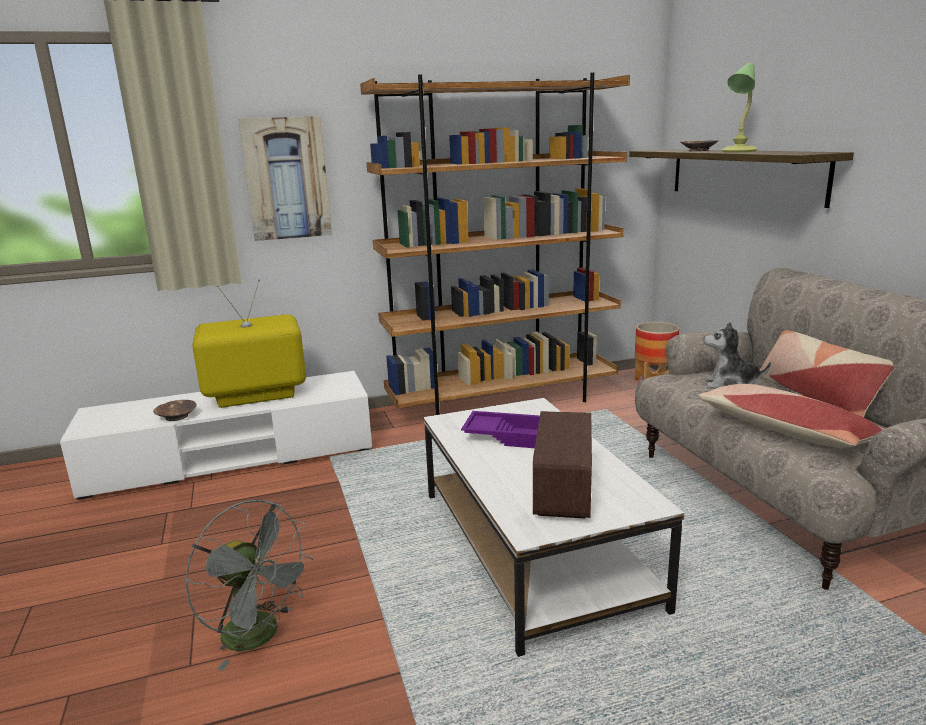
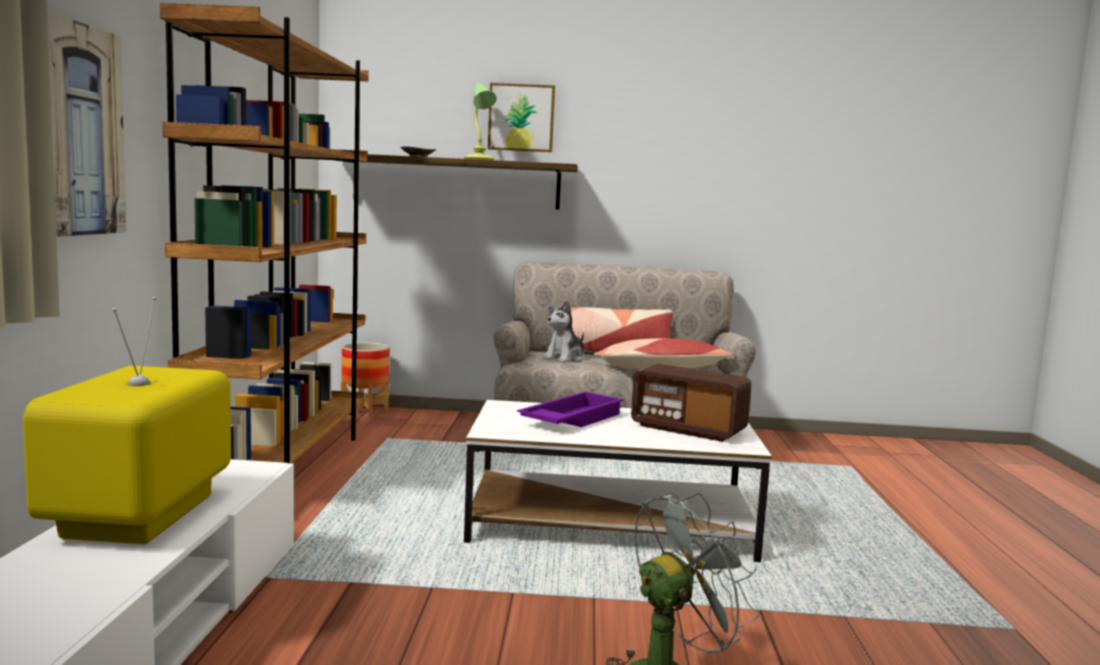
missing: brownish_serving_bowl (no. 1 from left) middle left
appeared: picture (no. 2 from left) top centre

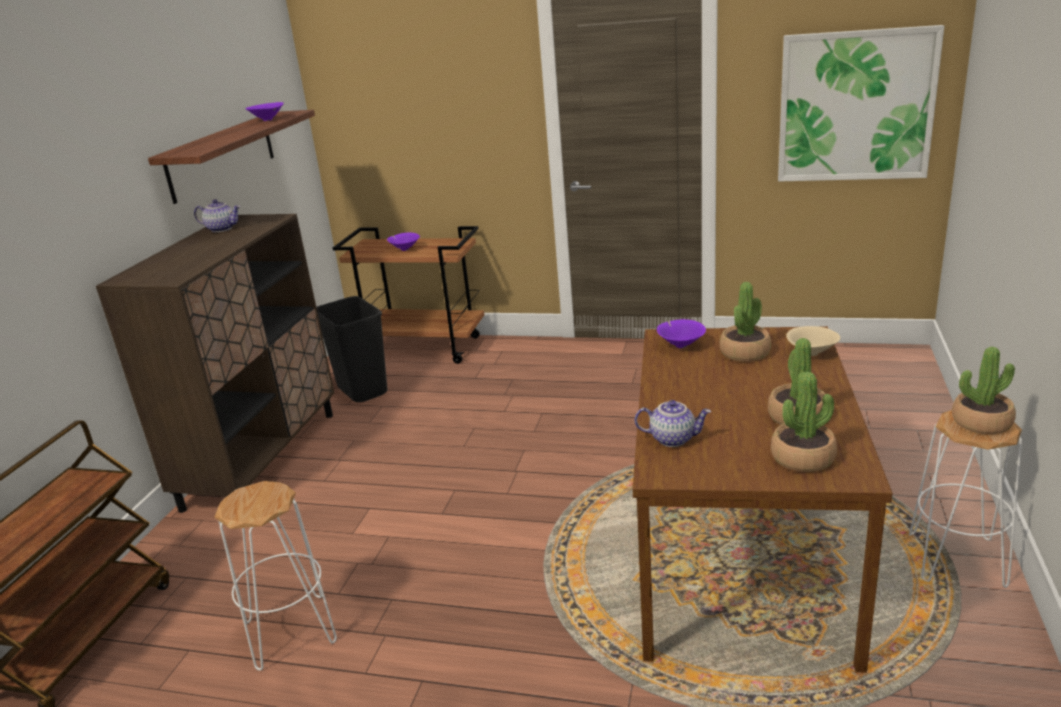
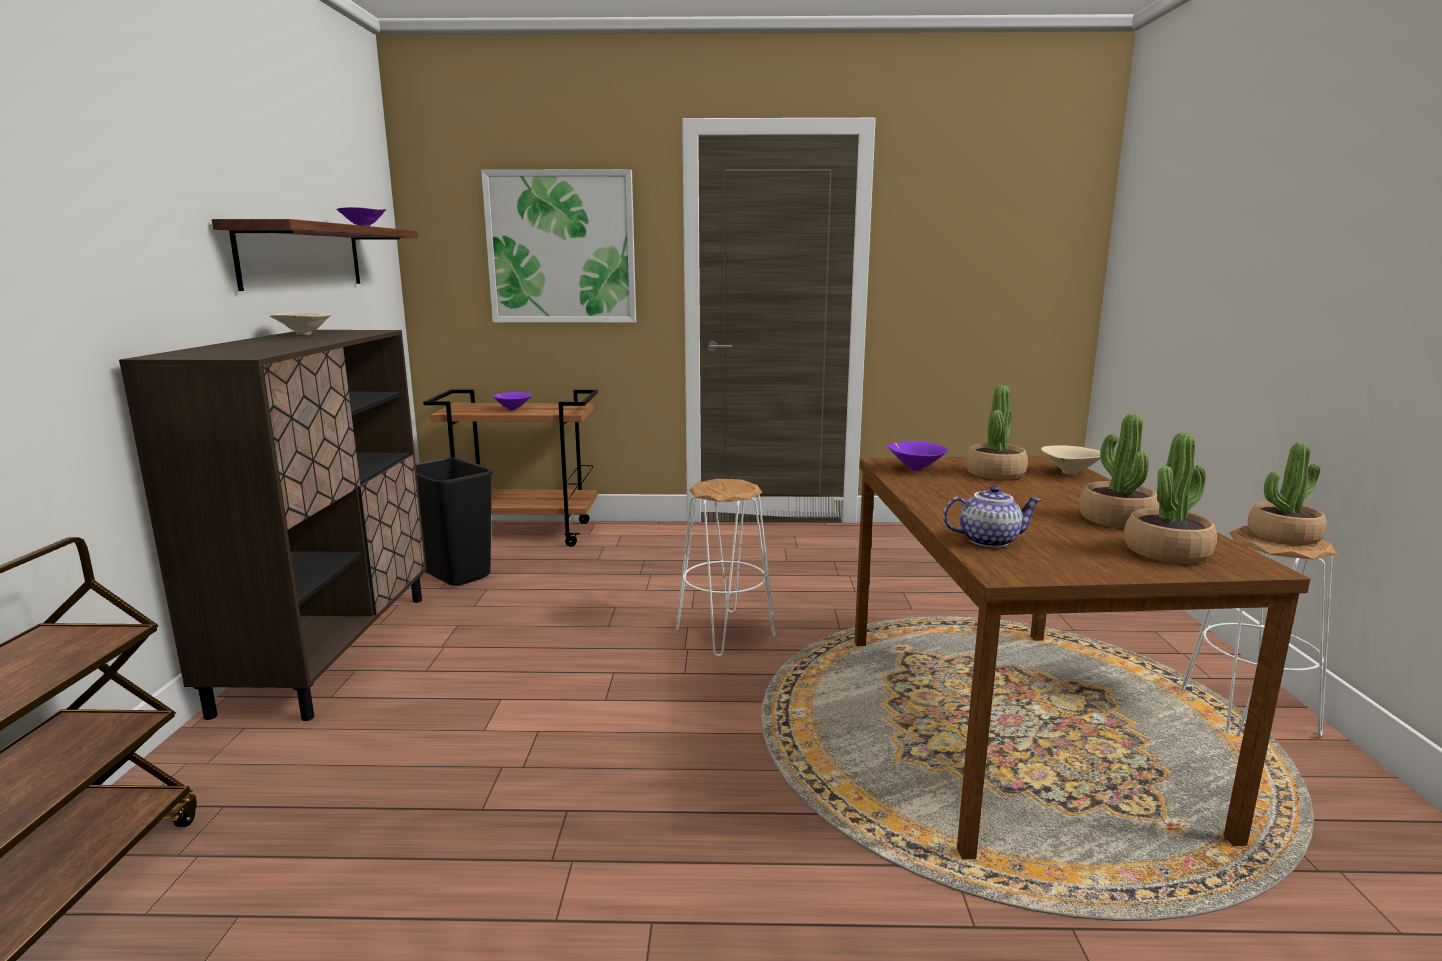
relocated: picture top right to top centre; whitish_stool (no. 1 from left) bottom left to centre
exchanged: teapot (no. 1 from left) top left to beige_serving_bowl (no. 1 from left) middle left

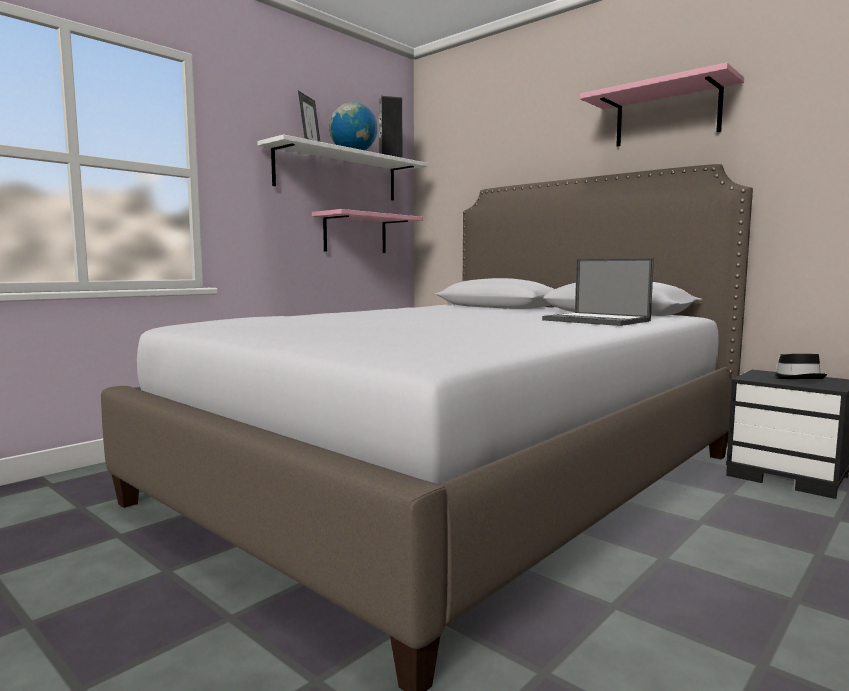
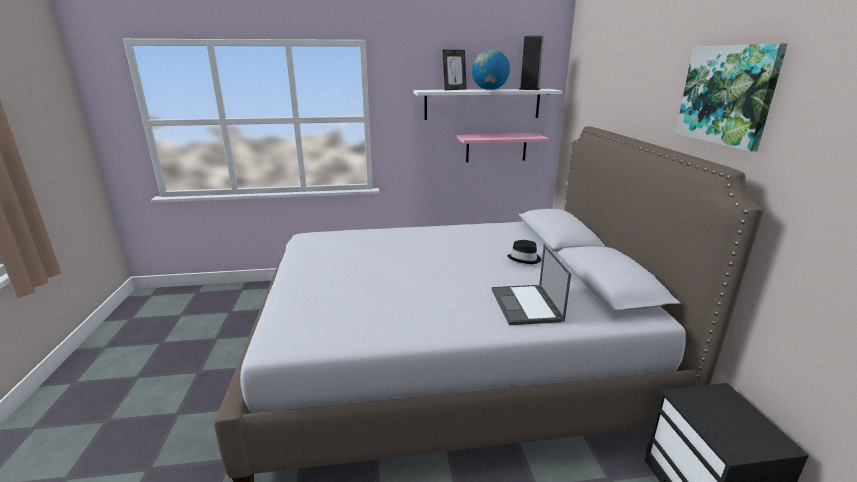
relocated: black-coloured_hat middle right to centre
exchanged: pink_bracket_shelf (no. 2 from left) top right to picture top right

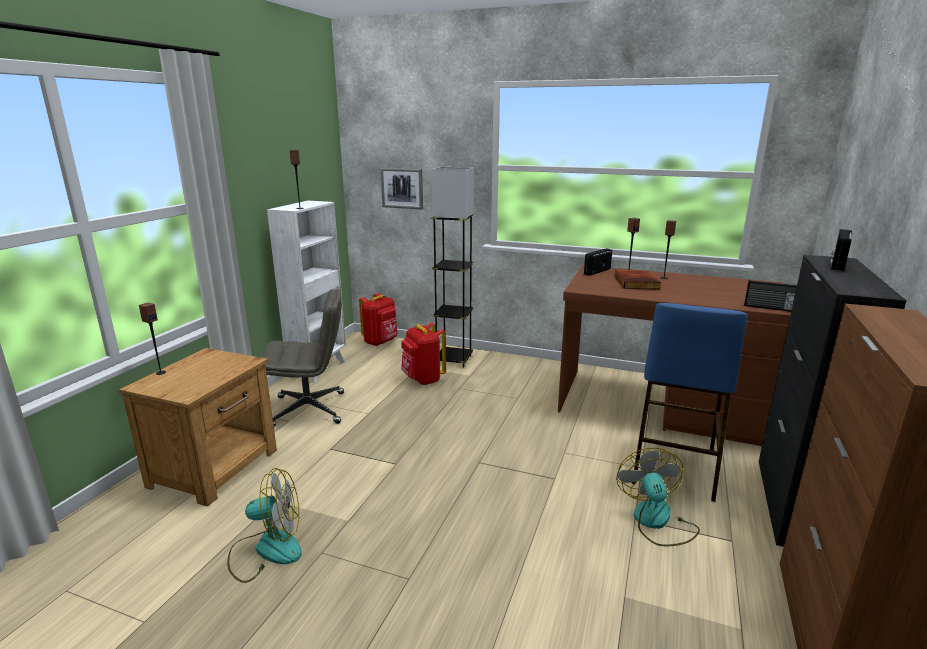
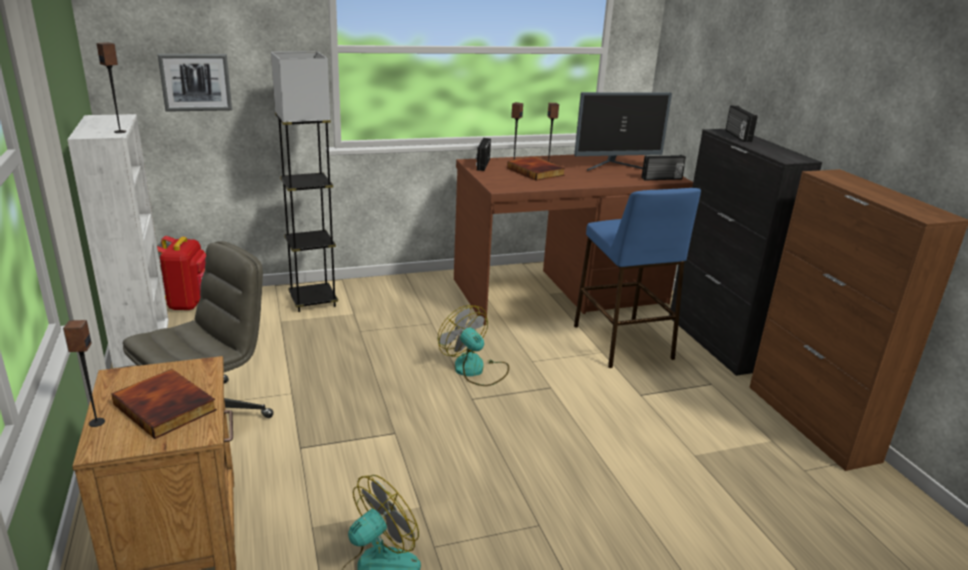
missing: red_backpack (no. 2 from left) centre
appeared: computer_display top centre; volume (no. 1 from left) bottom left
relocated: fan (no. 2 from left) bottom right to centre

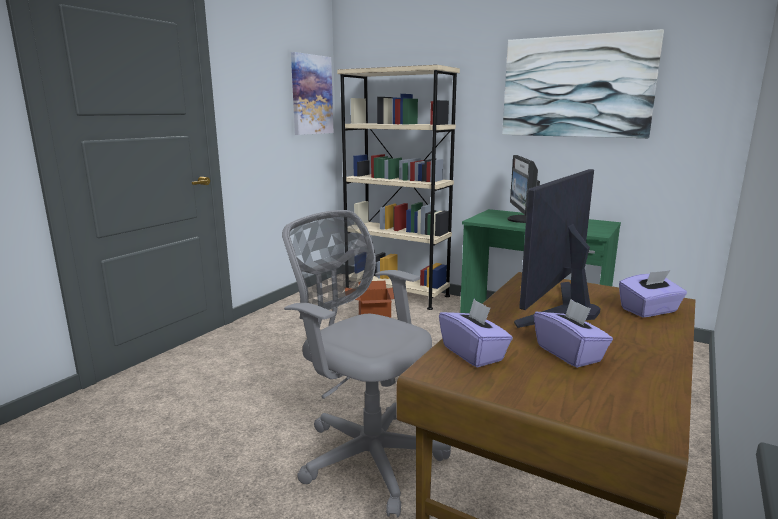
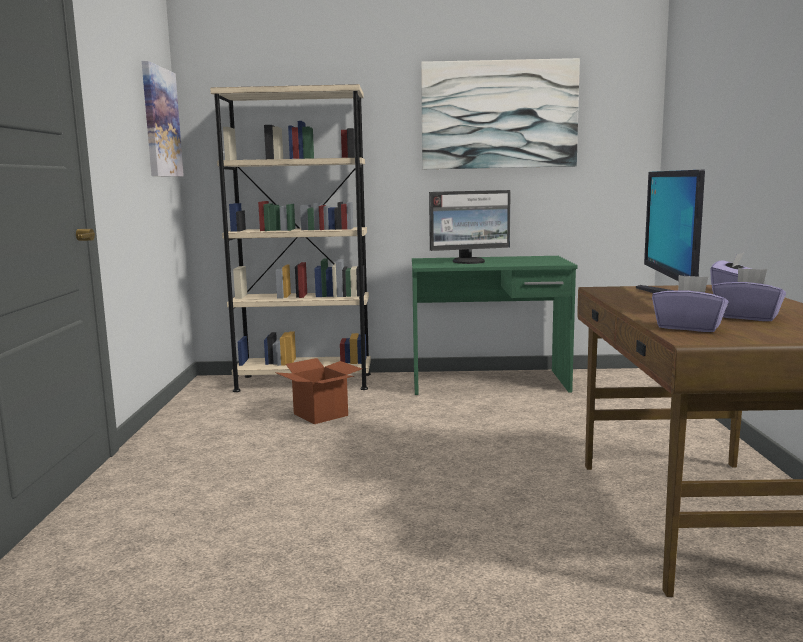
missing: grey_desk_chair bottom centre
spun: computer_display (no. 1 from left) middle right = centre 75 degrees counterclockwise

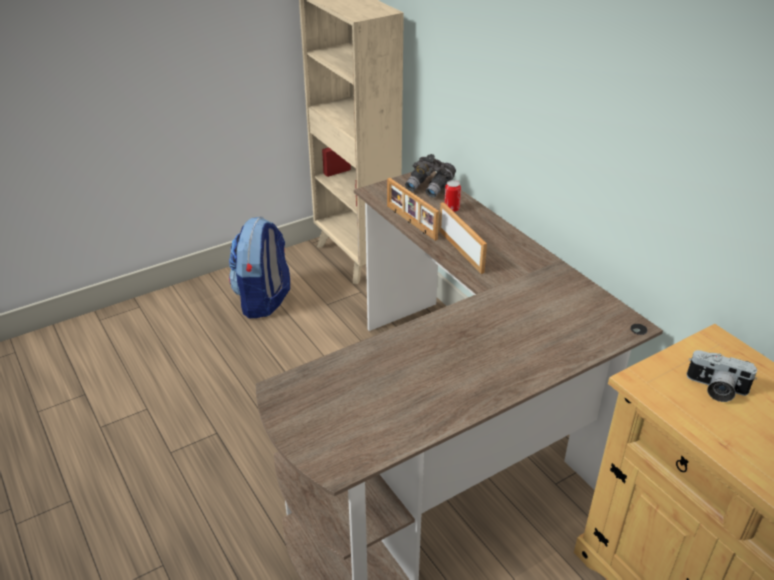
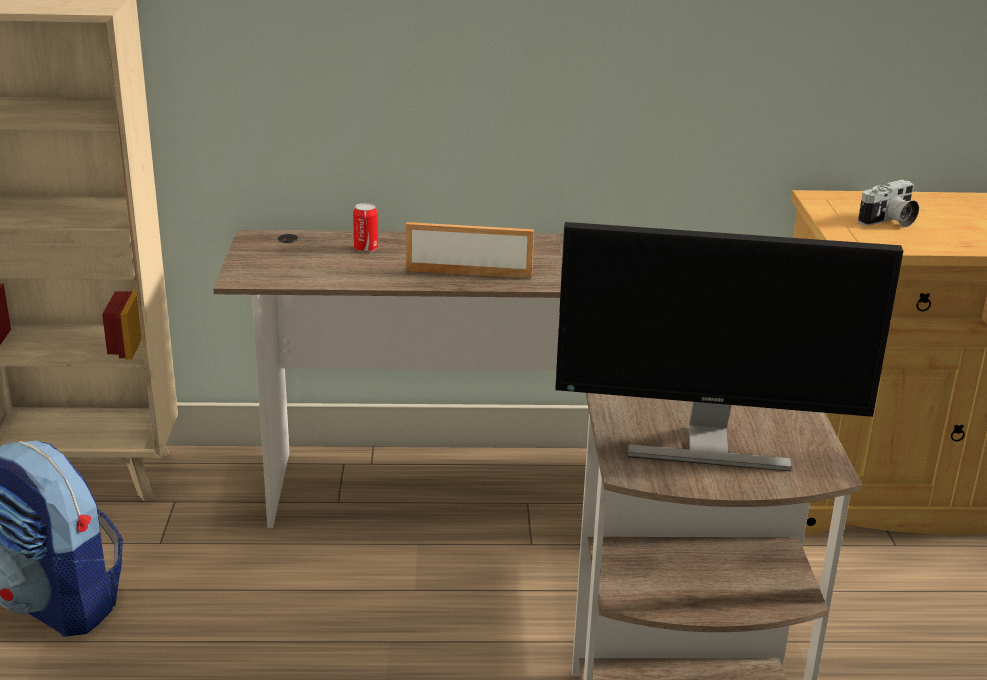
missing: grey_pair_of_binoculars top centre; standing_frame (no. 1 from left) centre
appeared: computer_display middle right

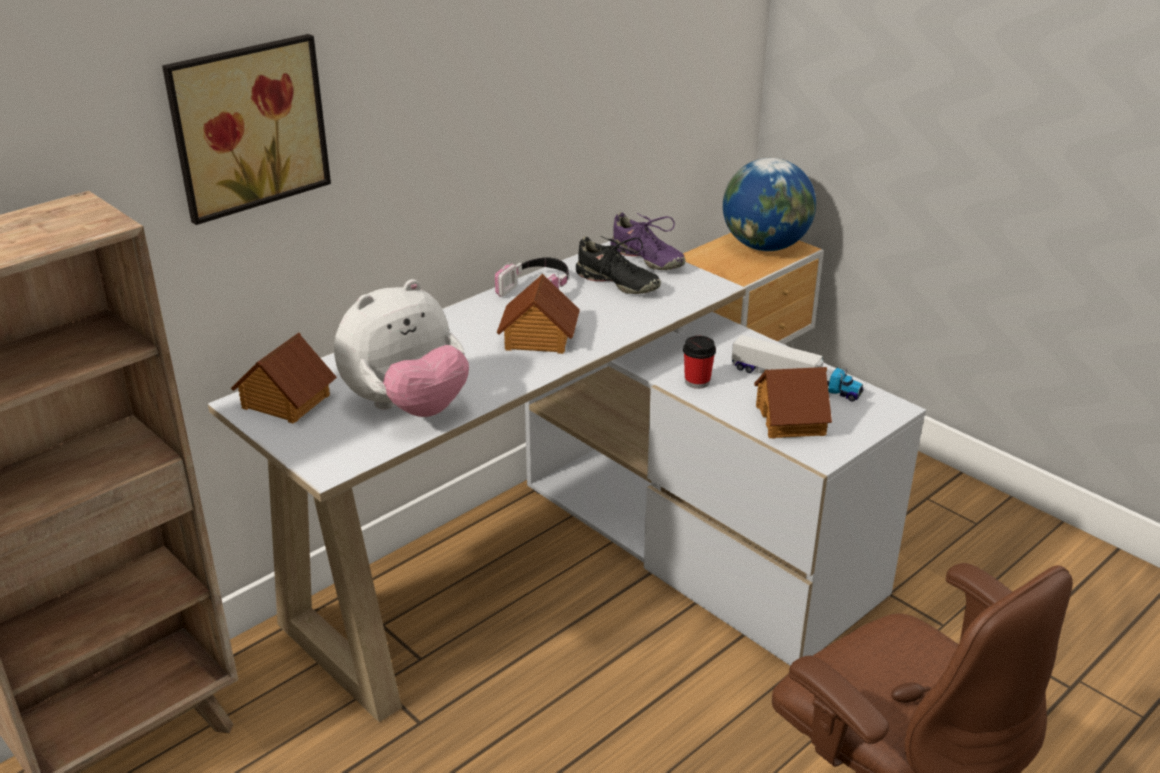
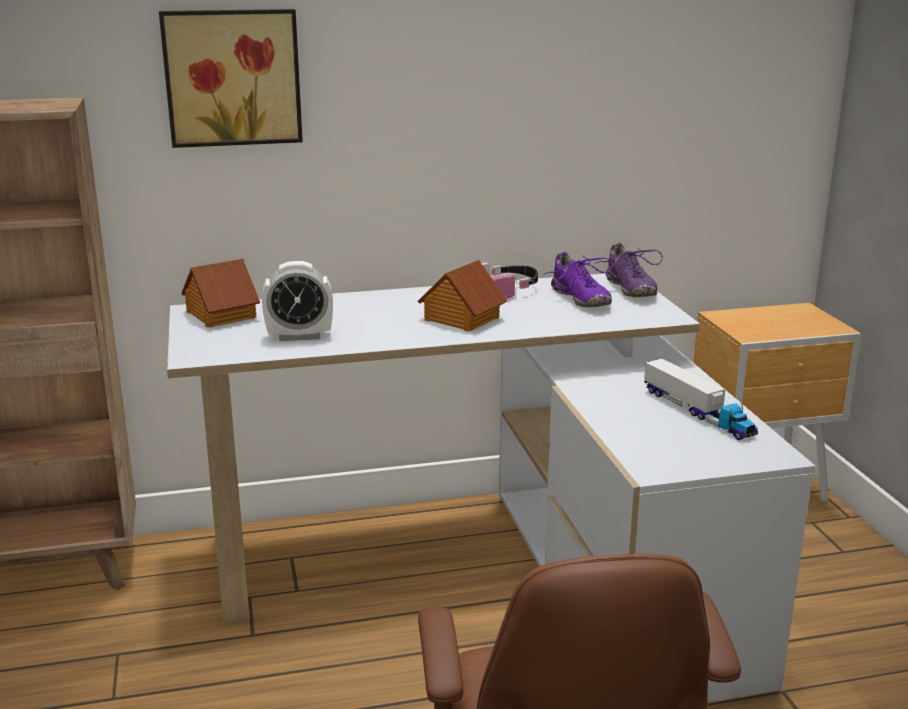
missing: globe top centre; cup centre; miniature_house (no. 3 from left) middle right
exchanged: soft_toy centre to alarm_clock middle left
colour: black-coloured_item_of_footwear centre to purple_item_of_footwear (no. 1 from left) centre

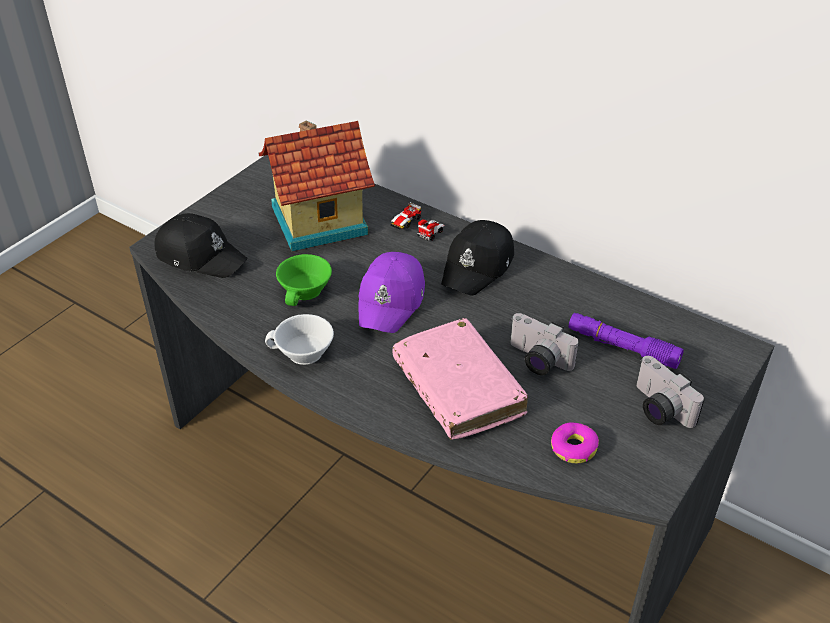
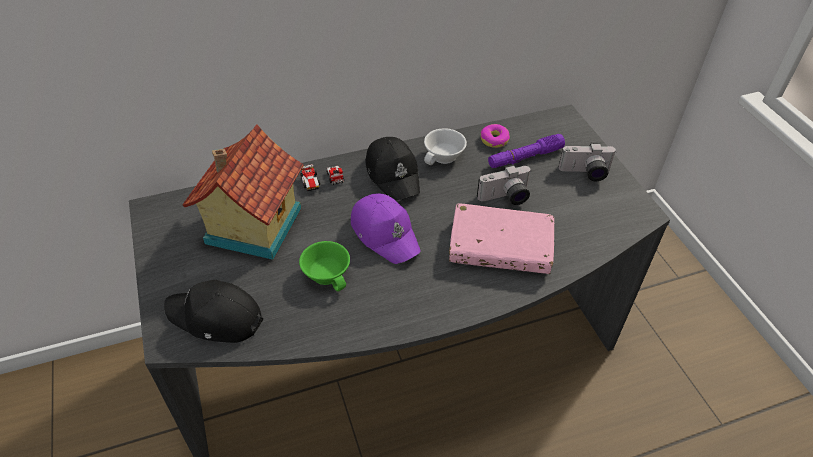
relocated: whitish_cup centre to top centre; ring_doughnut bottom right to top centre
spun: black-coloured_cap (no. 1 from left) middle left = bottom left 135 degrees counterclockwise

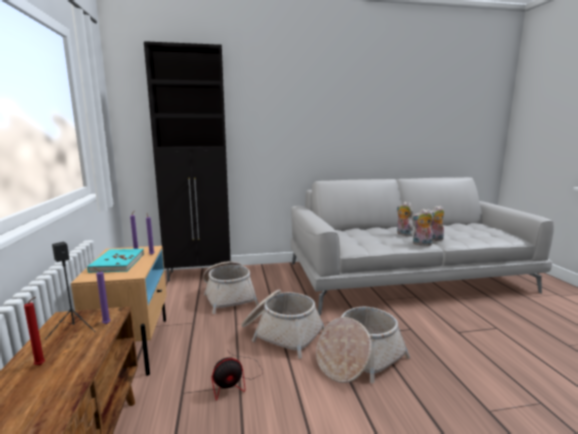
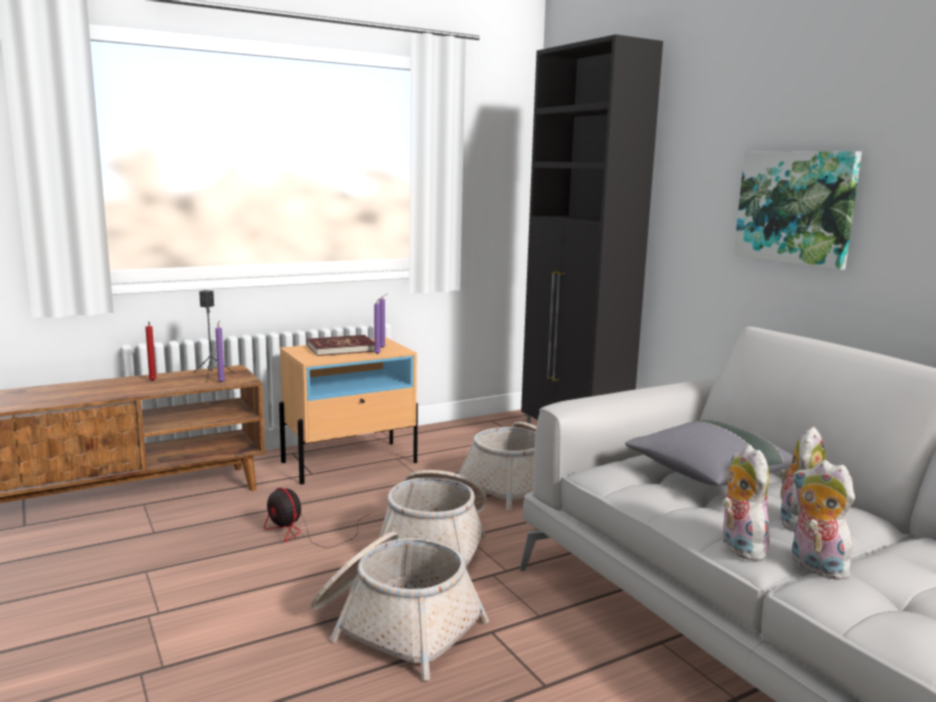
appeared: picture top right; grey_throw_pillow middle right
colour: turquoise-coloured_volume middle left to red_volume centre

